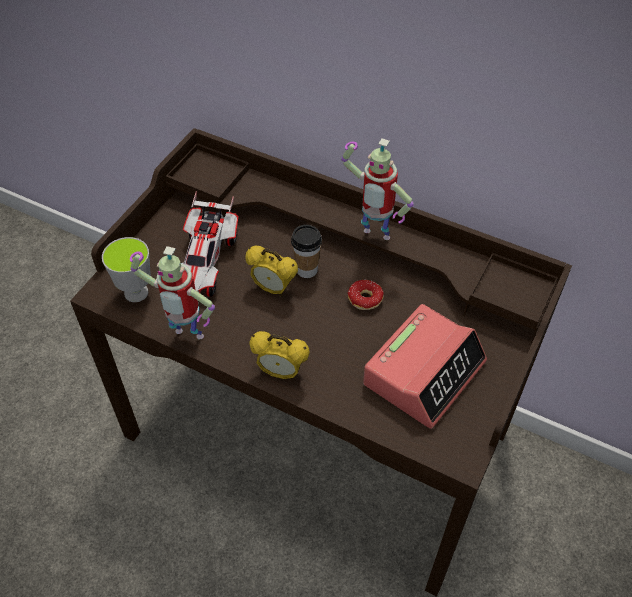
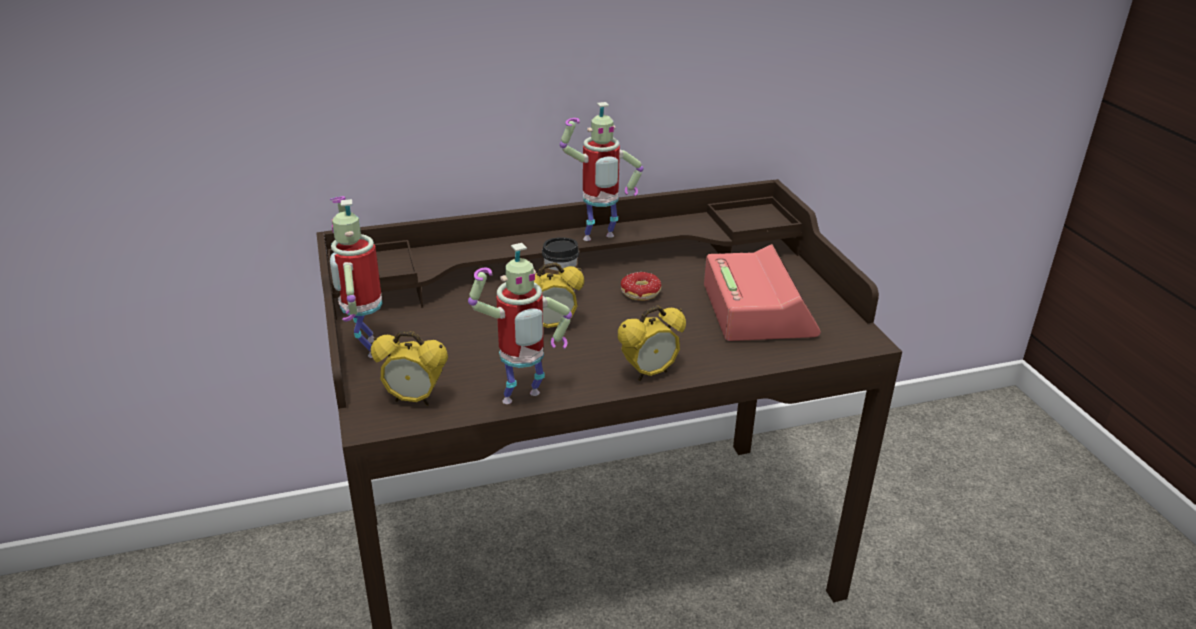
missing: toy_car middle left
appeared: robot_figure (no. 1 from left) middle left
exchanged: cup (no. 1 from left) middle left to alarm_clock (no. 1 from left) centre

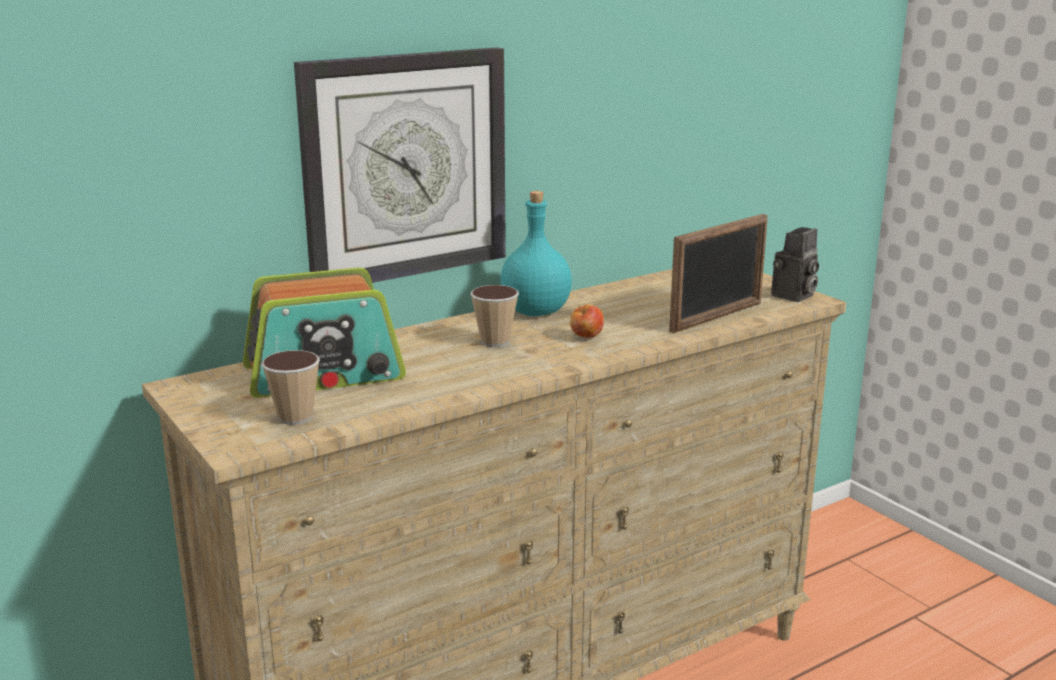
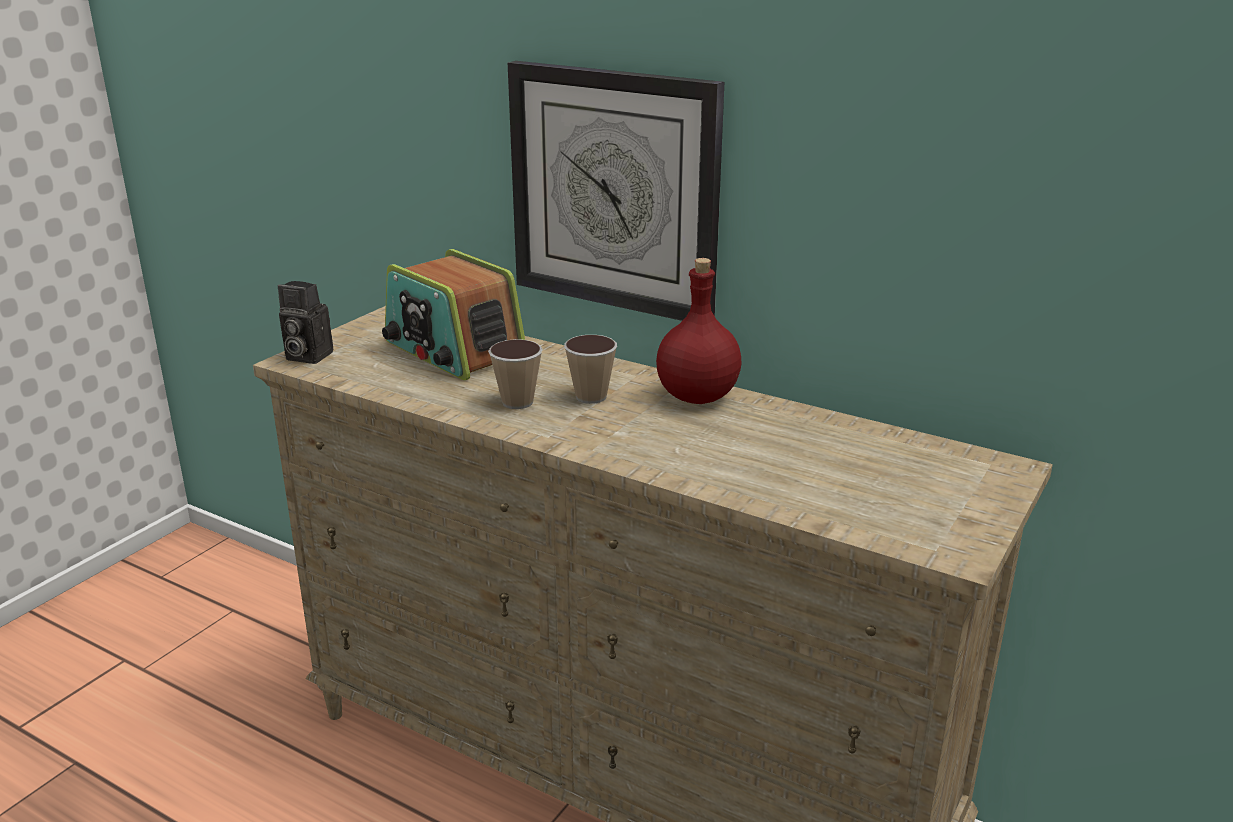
missing: standing_frame middle right; apple centre
relocated: still_camera middle right to middle left; cup (no. 1 from left) middle left to centre
colour: turquoise-coloured_beverage_bottle centre to red_beverage_bottle centre

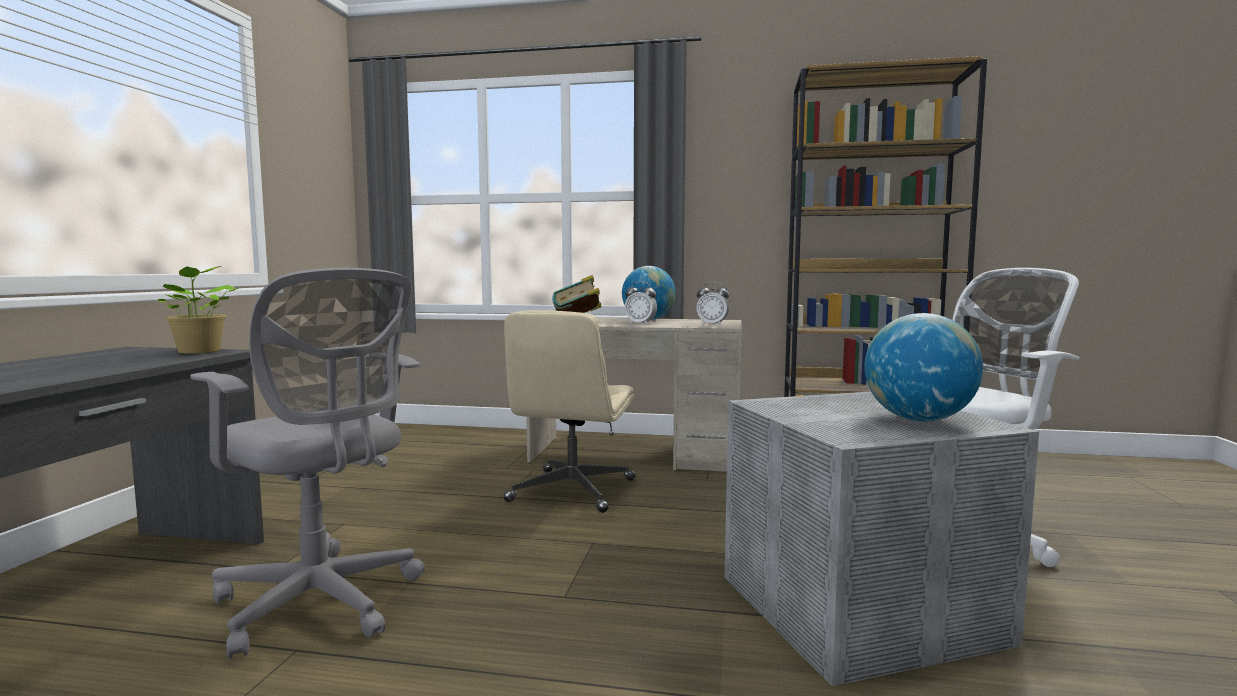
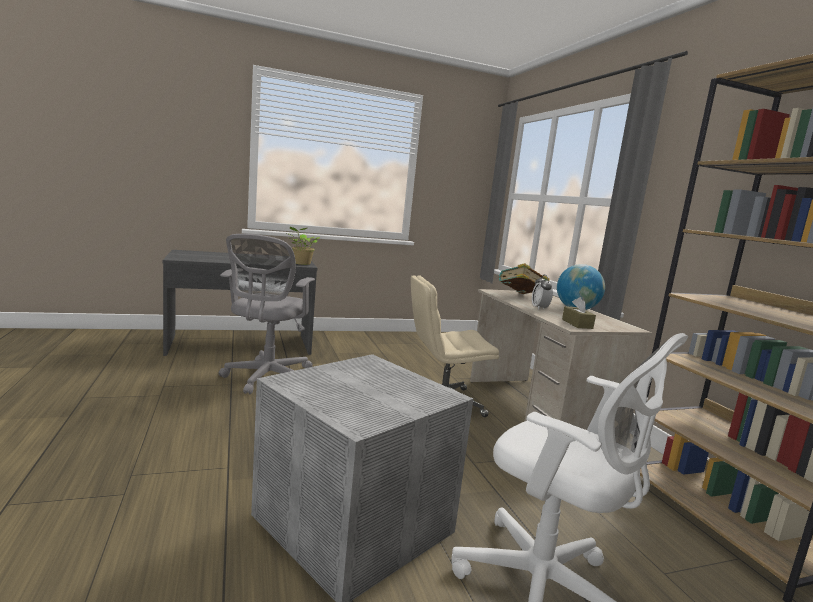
missing: globe (no. 2 from left) middle right
exchanged: alarm_clock (no. 2 from left) centre to brownish_box_of_tissues middle right

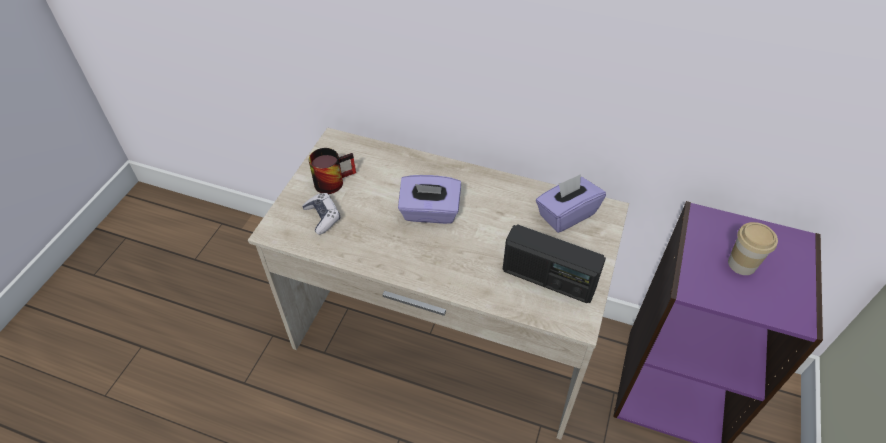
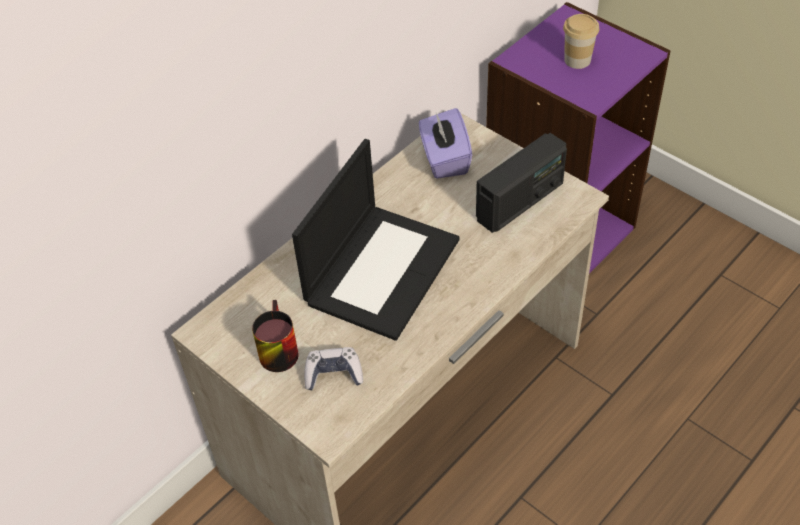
exchanged: purple_box_of_tissues (no. 1 from left) centre to portable_computer centre

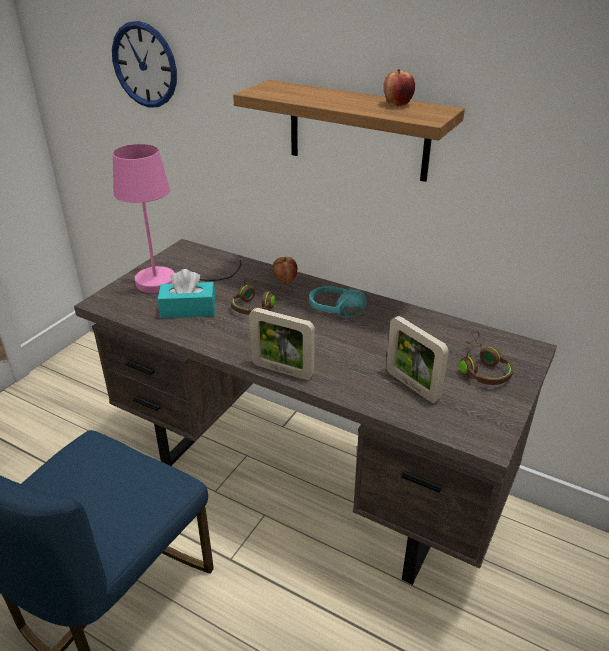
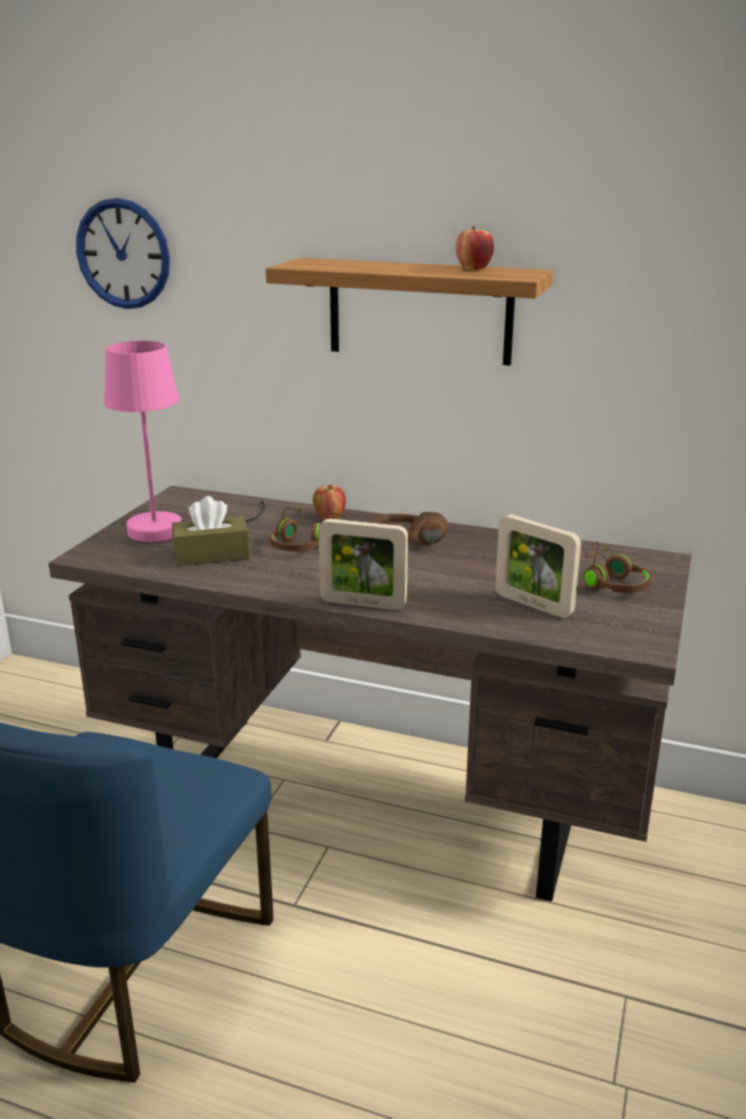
colour: turquoise-coloured_box_of_tissues middle left to brownish_box_of_tissues middle left; turquoise-coloured_headset centre to brownish_headset (no. 2 from left) centre

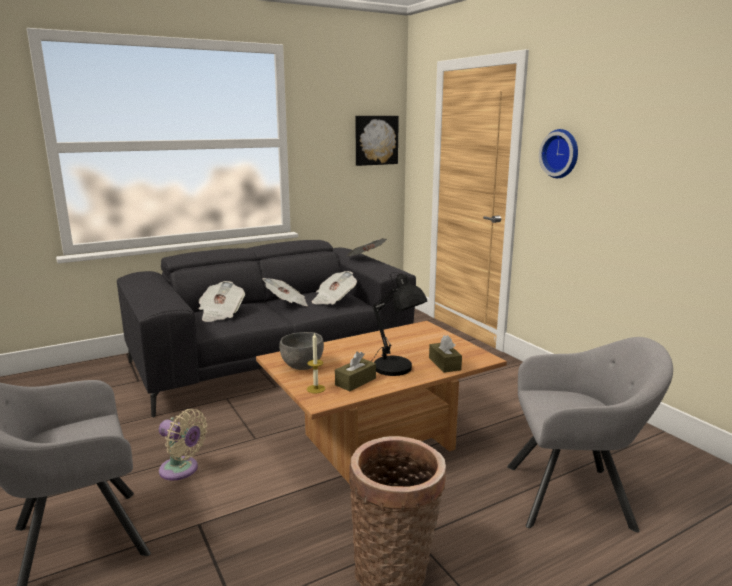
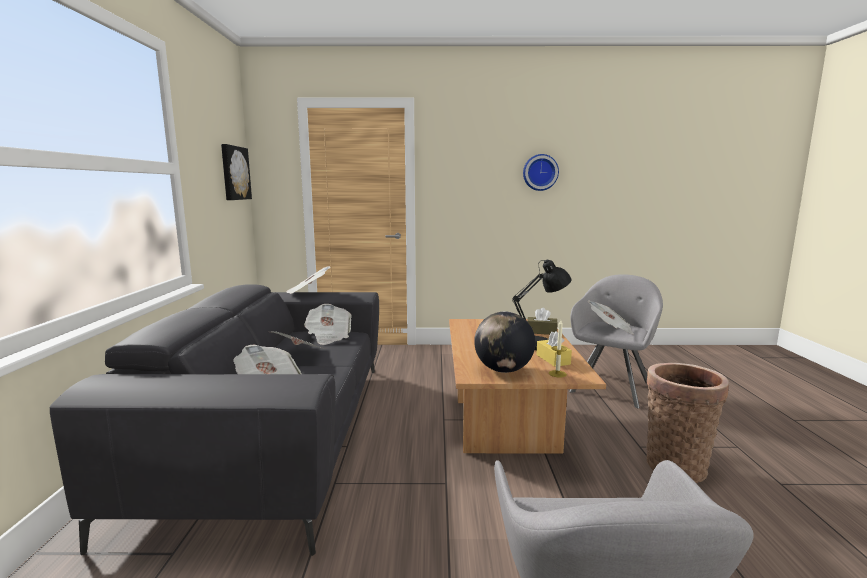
missing: beige_fan bottom left
appeared: printed_paper (no. 5 from left) middle right
relocated: clock_on_the_wall top right to top centre
exchanged: grey_serving_bowl centre to globe centre
colour: brownish_box_of_tissues (no. 1 from left) centre to yellow_box_of_tissues centre

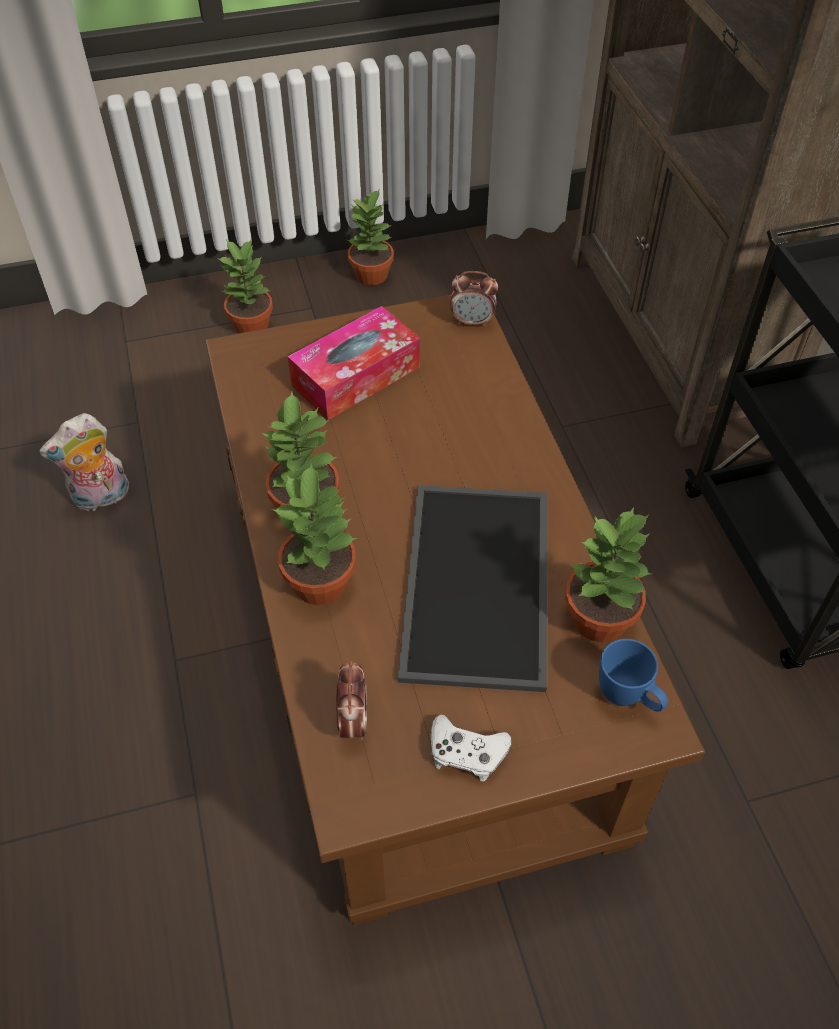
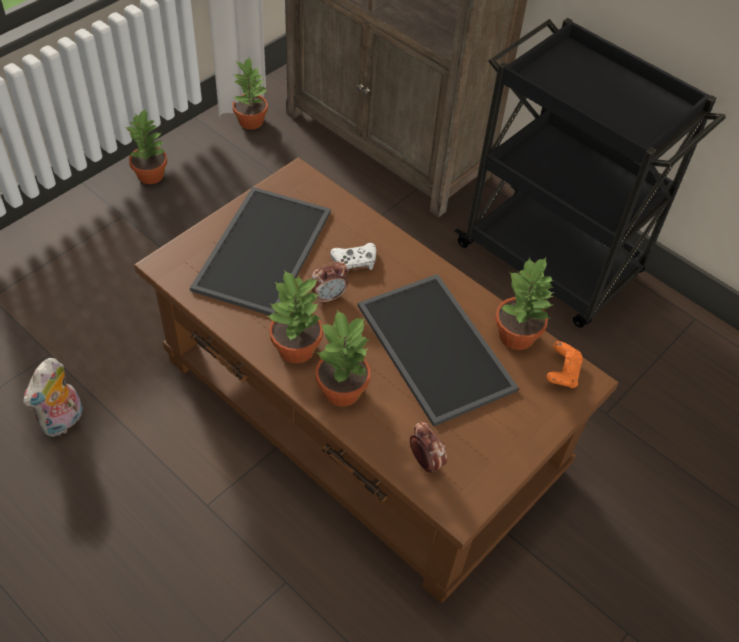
relocated: potted_plant (no. 1 from left in the first image) top left to potted_plant (no. 2 from left) top centre; alarm_clock (no. 2 from left in the first image) top centre to alarm_clock (no. 1 from left) centre; whitish_joypad bottom centre to centre
exchanged: box_of_tissues centre to carrying_tray (no. 1 from left) centre; blue_tea_mug middle right to orange-coloured_joypad middle right

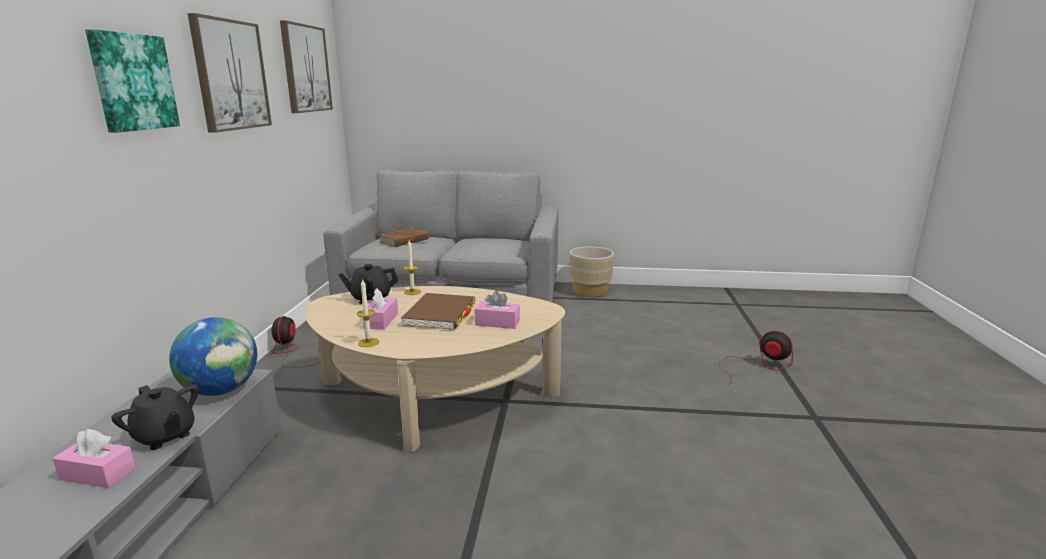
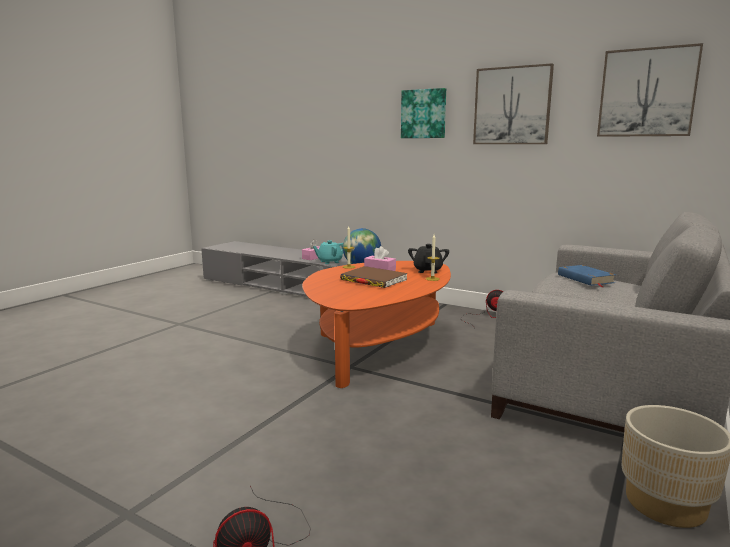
missing: pink_box_of_tissues (no. 3 from left) centre
colour: brownish_volume (no. 1 from left) centre to blue_volume middle right; beige_lounge_table centre to orange-coloured_lounge_table centre; black-coloured_teapot (no. 1 from left) bottom left to turquoise-coloured_teapot centre

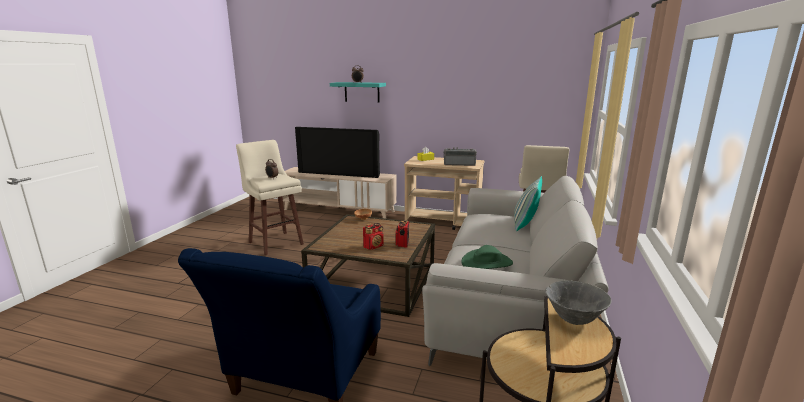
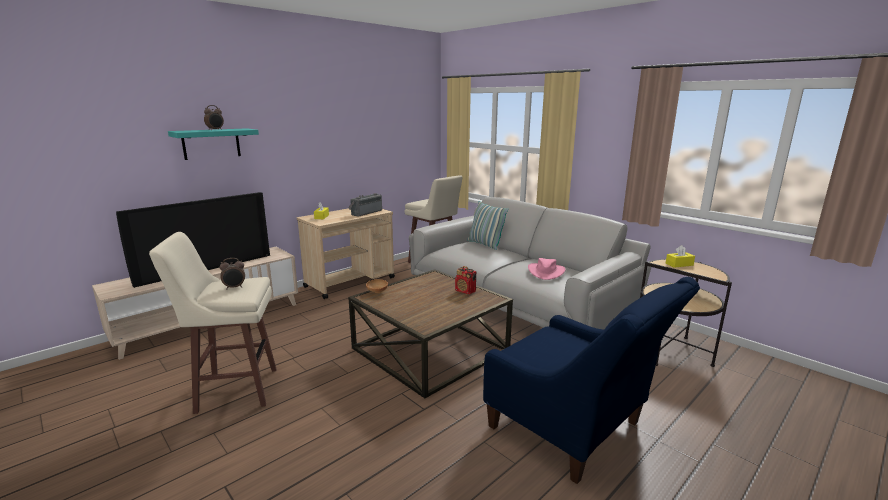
missing: radio_set (no. 1 from left) centre
exchanged: grey_serving_bowl bottom right to yellow_box_of_tissues (no. 2 from left) middle right
colour: green-coloured_hat centre to pink_hat centre

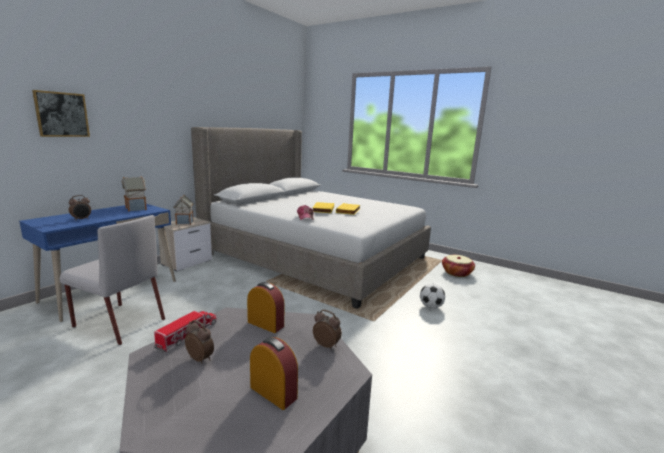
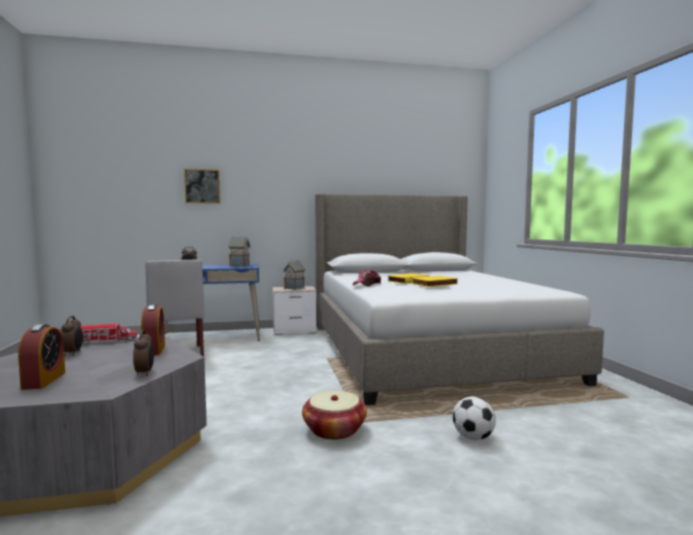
relocated: basket middle right to bottom centre

